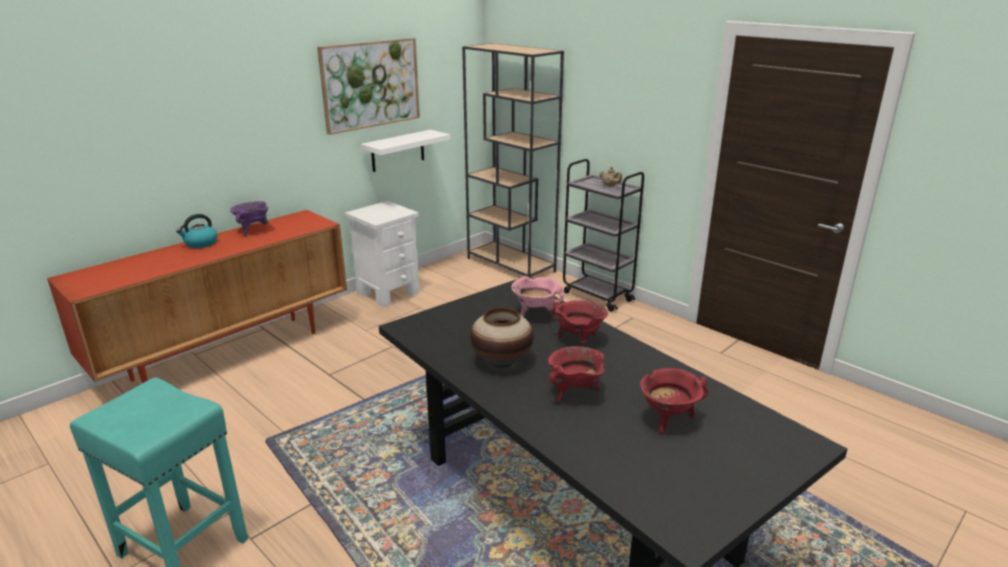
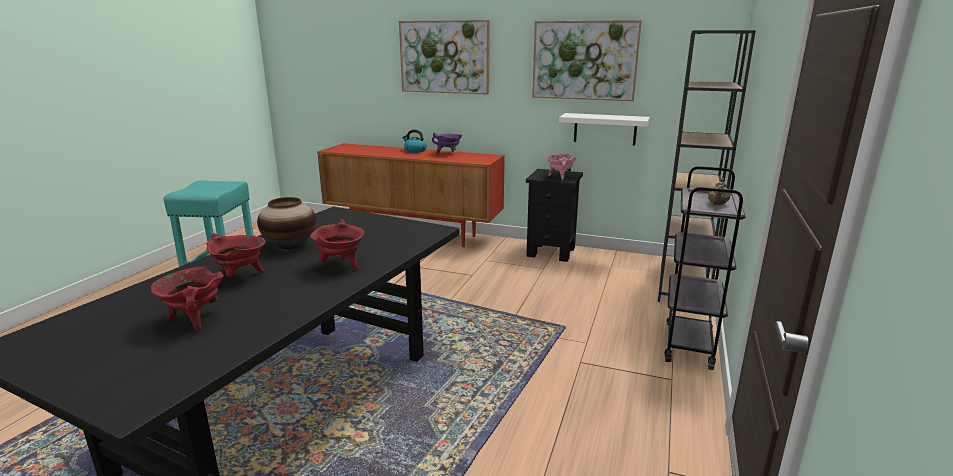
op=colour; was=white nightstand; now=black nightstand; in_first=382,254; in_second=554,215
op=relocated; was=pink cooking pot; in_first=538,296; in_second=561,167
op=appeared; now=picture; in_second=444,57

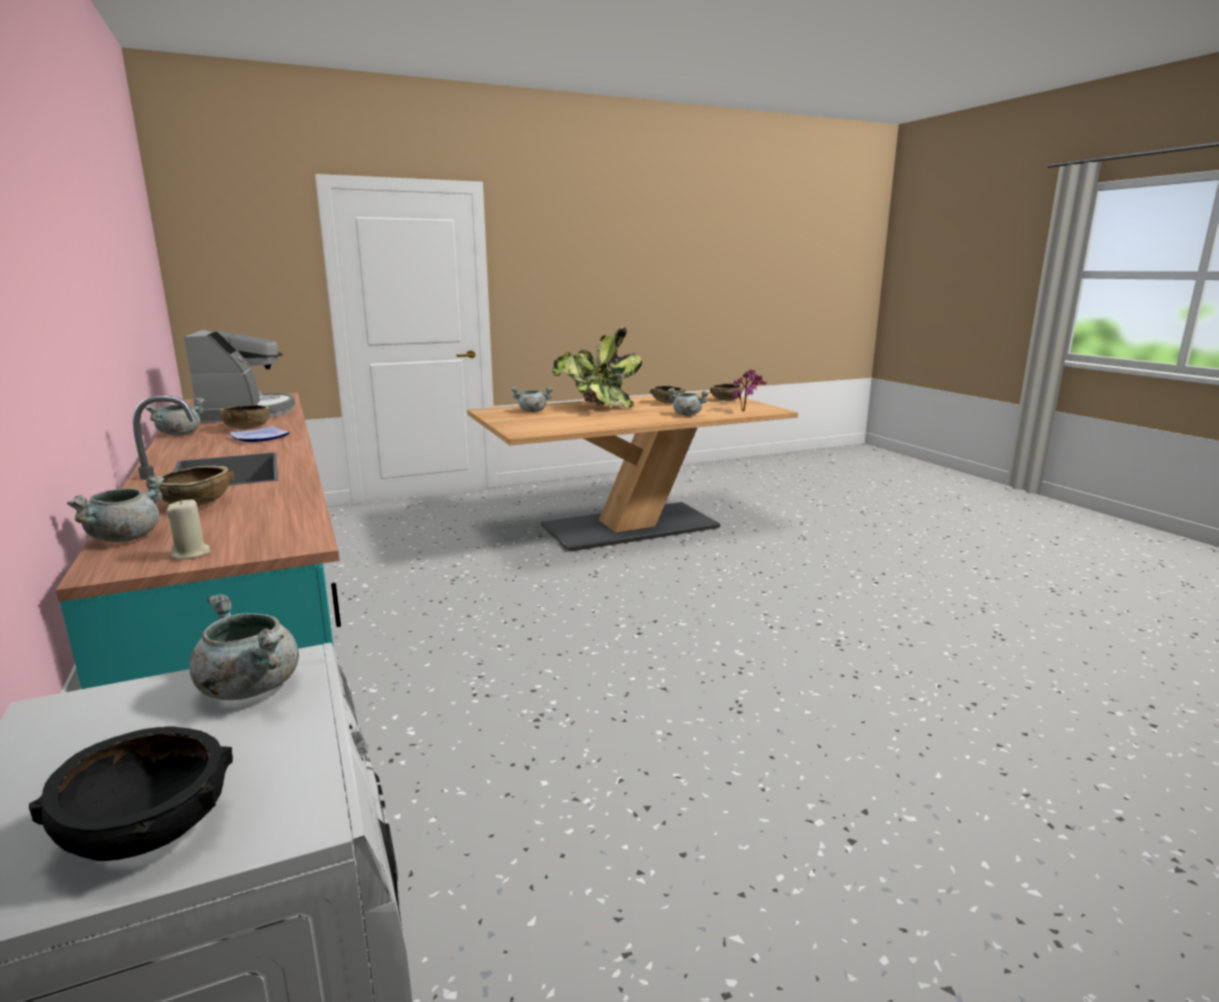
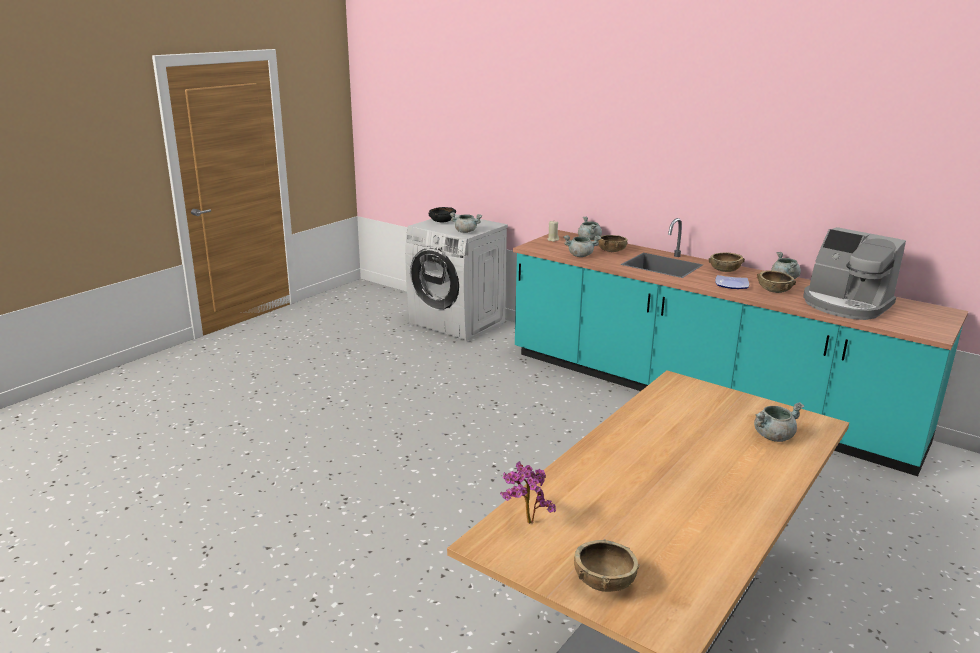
op=missing; was=potted plant; in_first=597,367
op=relocated; was=brown bowl; in_first=667,394; in_second=727,262
op=relocated; was=grey cooking pot; in_first=688,401; in_second=582,246

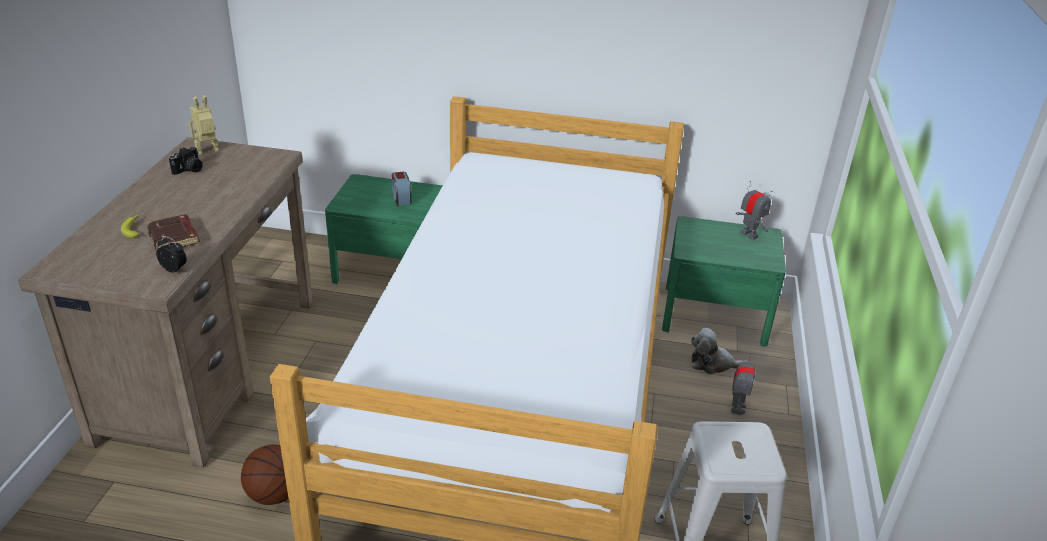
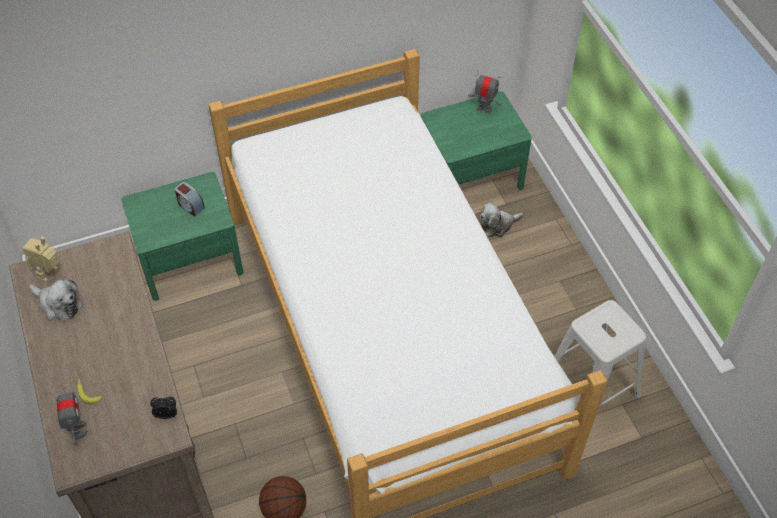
op=exchanged; was=photo camera; now=plush toy; in_first=186,161; in_second=56,299
op=missing; was=brown book; in_first=173,232
op=relocated; was=toy robot; in_first=743,384; in_second=72,414

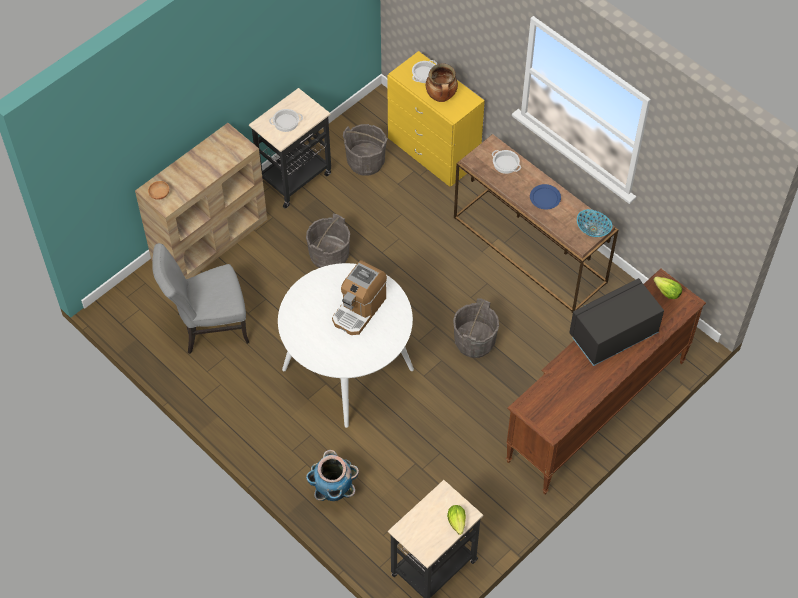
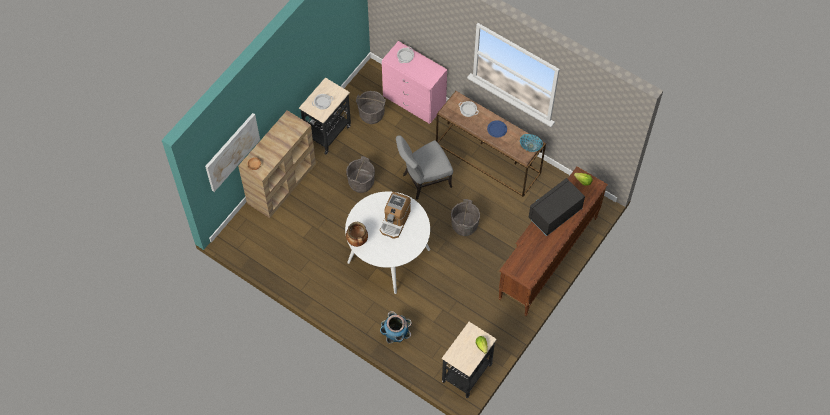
op=colour; was=yellow dresser; now=pink dresser; in_first=436,119; in_second=414,82
op=relocated; was=cooking pot; in_first=442,83; in_second=357,234
op=relocated; was=grey chair; in_first=200,298; in_second=424,167
op=appeared; now=picture; in_second=232,152

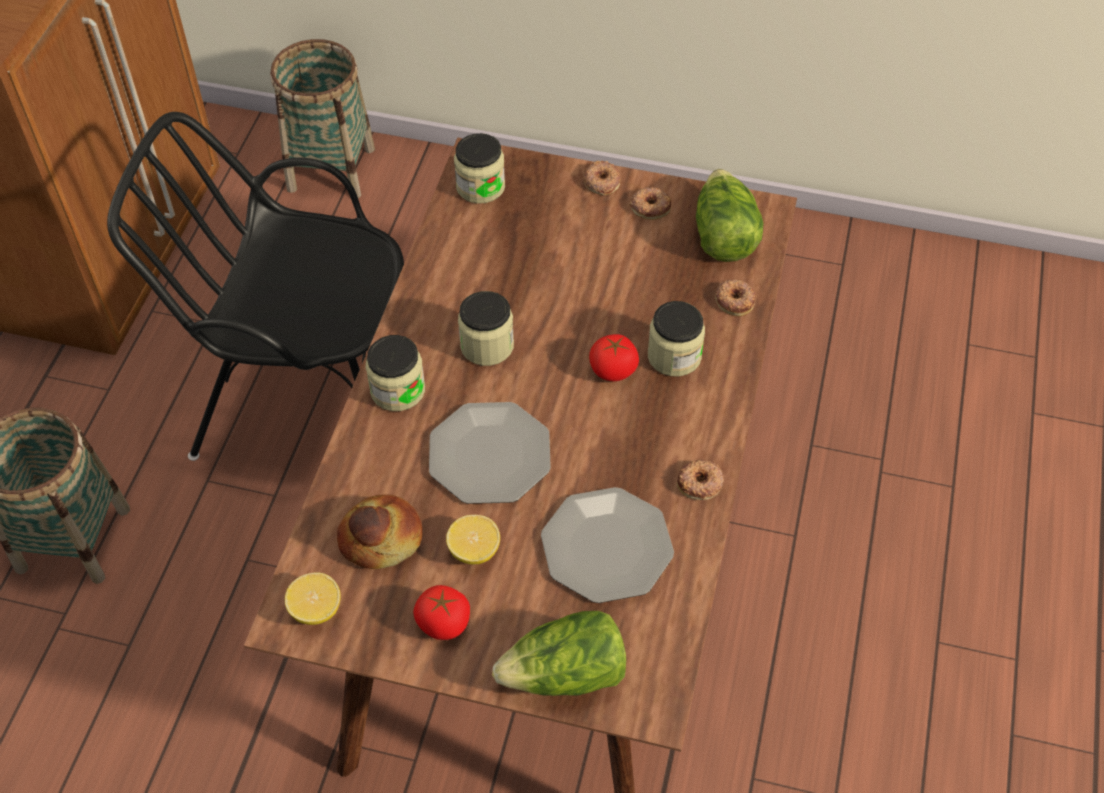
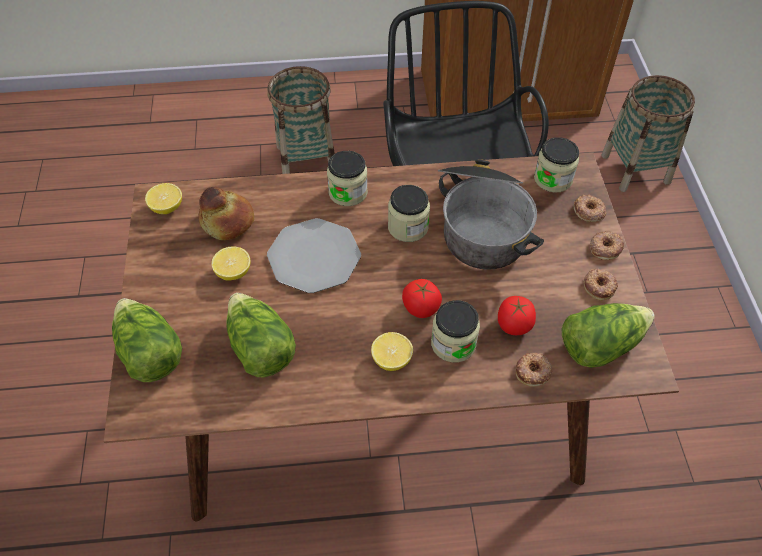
op=relocated; was=donut; in_first=700,479; in_second=590,208
op=exchanged; was=plate; now=lettuce; in_first=607,545; in_second=261,335
op=relocated; was=tomato; in_first=441,612; in_second=517,315
op=appeared; now=cooking pot; in_second=491,214
op=appeared; now=lemon; in_second=392,351

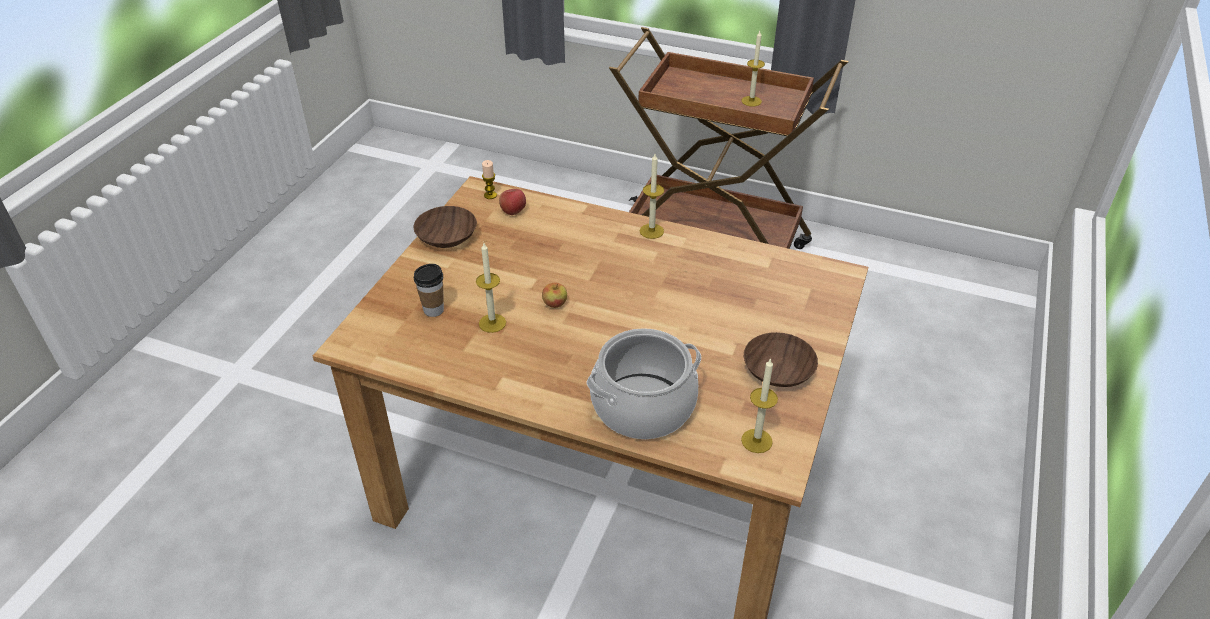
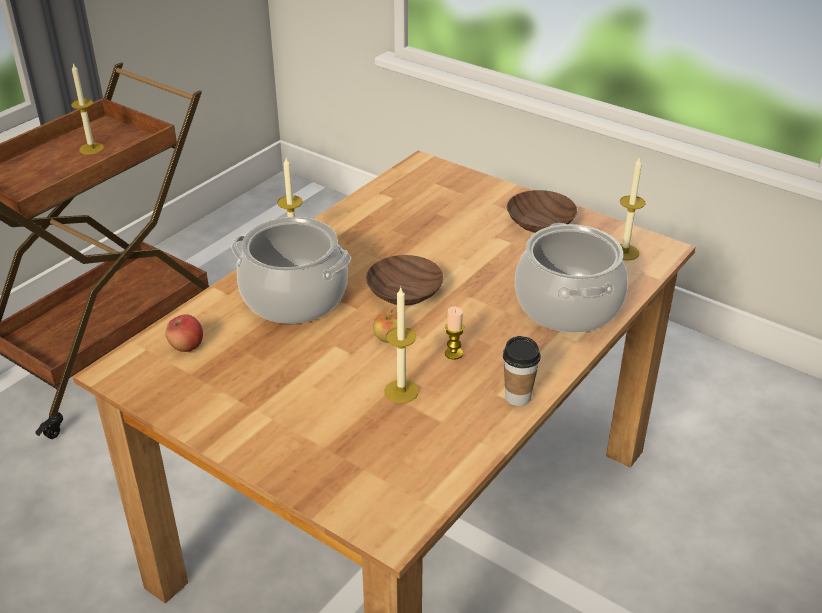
op=relocated; was=candle; in_first=489,179; in_second=454,333
op=relocated; was=brown bowl; in_first=445,227; in_second=404,280
op=relocated; was=cup; in_first=429,290; in_second=522,371
op=appeared; now=cooking pot; in_second=291,270

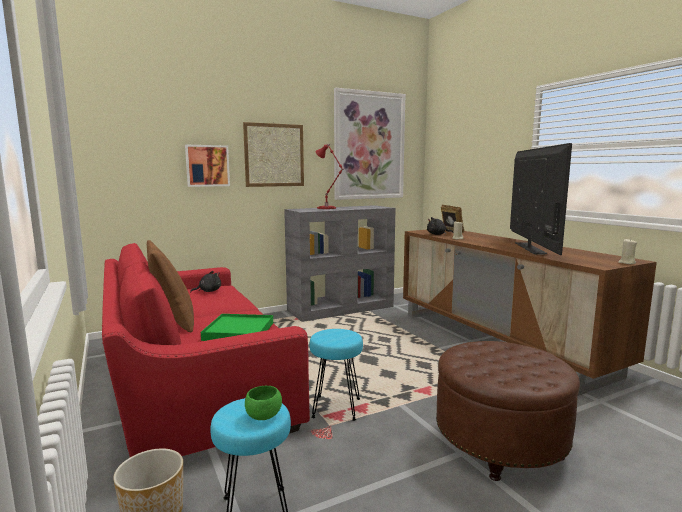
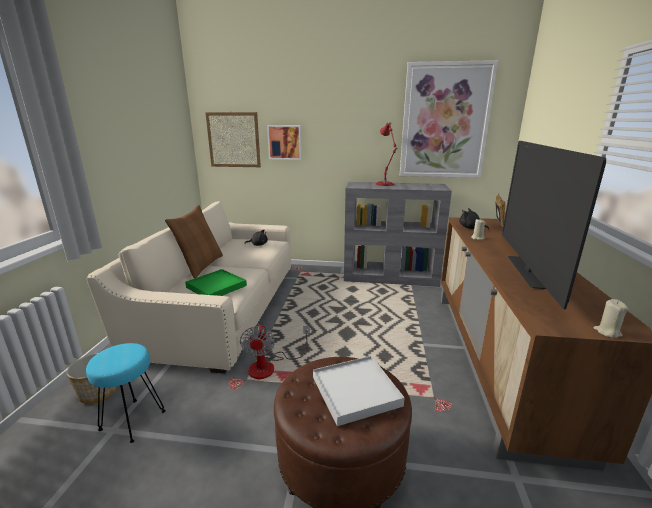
op=relocated; was=picture; in_first=273,154; in_second=233,139
op=spun; was=television; in_first=541,199; in_second=554,225; clockwise=150
op=colour; was=red sofa; now=beige sofa; in_first=206,350; in_second=189,287
op=exchanged; was=turquoise stool; now=fan; in_first=336,375; in_second=275,351
op=missing; was=green bowl; in_first=263,403
op=appeared; now=white tray; in_second=359,391

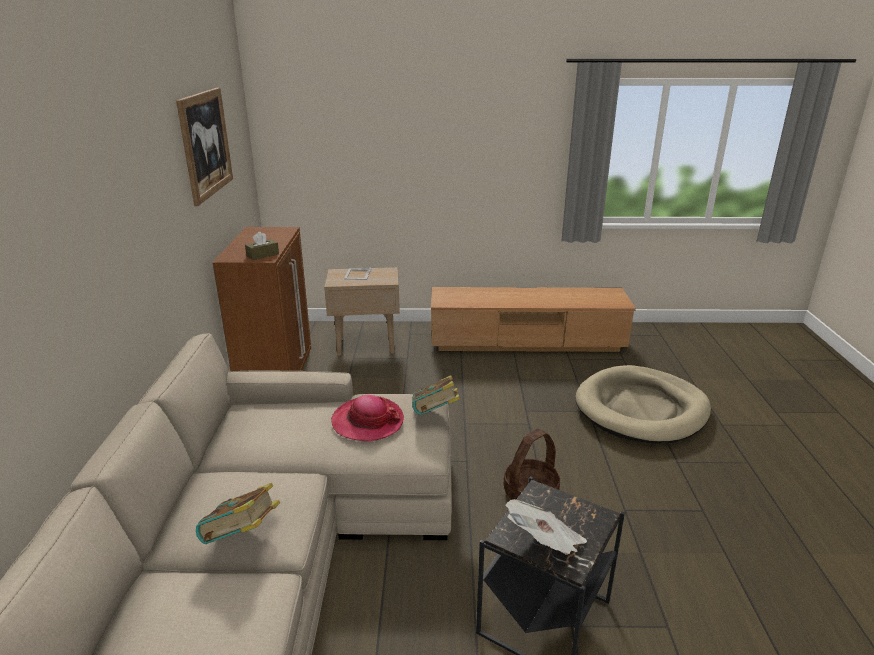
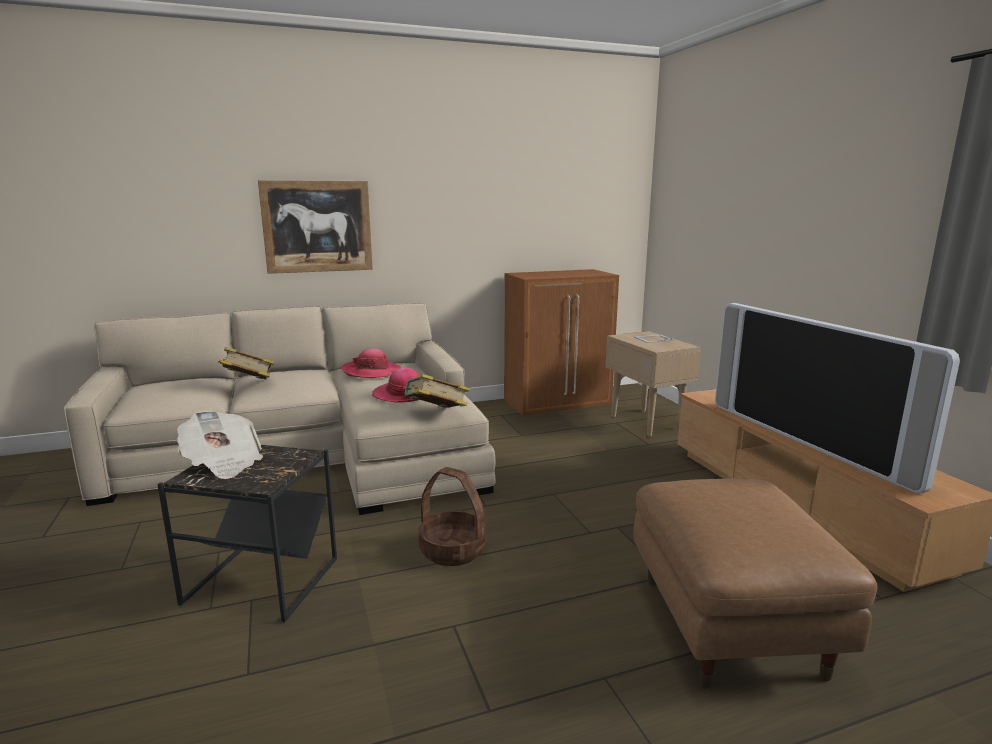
op=relocated; was=picture; in_first=204,147; in_second=315,227
op=missing; was=brown tissue box; in_first=262,246
op=exchanged; was=beige dog bed; now=brown ottoman; in_first=643,404; in_second=755,584
op=appeared; now=television; in_second=837,398
op=appeared; now=hat; in_second=371,363

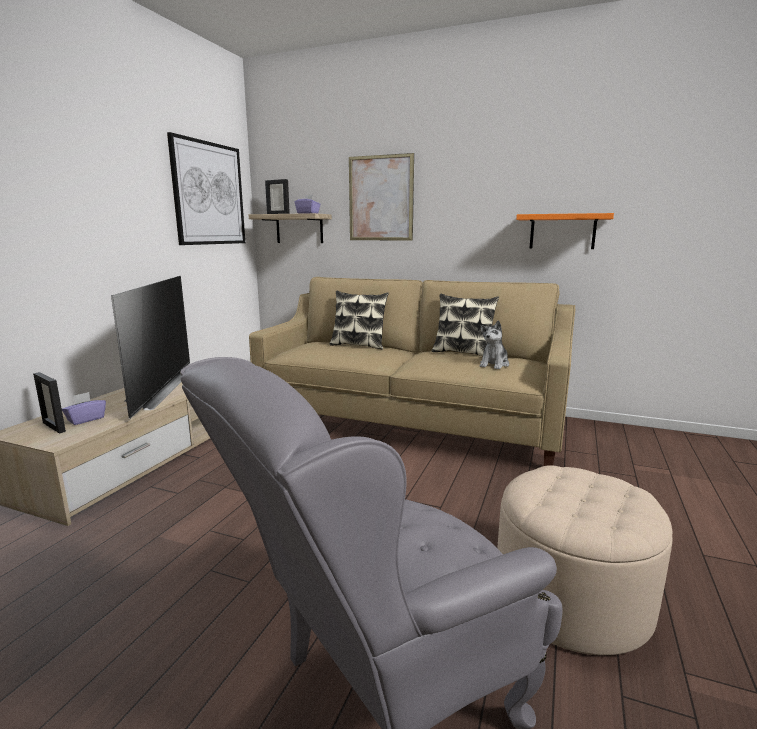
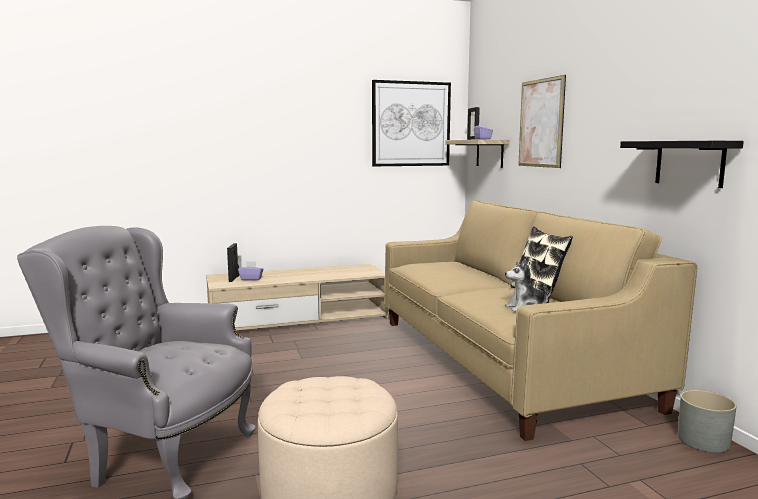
op=colour; was=orange shelf; now=black shelf; in_first=565,231; in_second=682,164
op=missing; was=television; in_first=150,347
op=missing; was=pillow; in_first=358,320
op=appeared; now=grey planter; in_second=707,421

